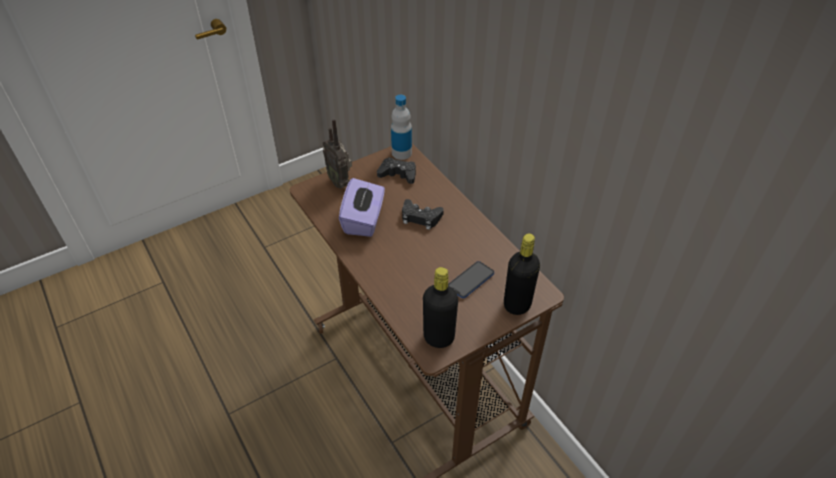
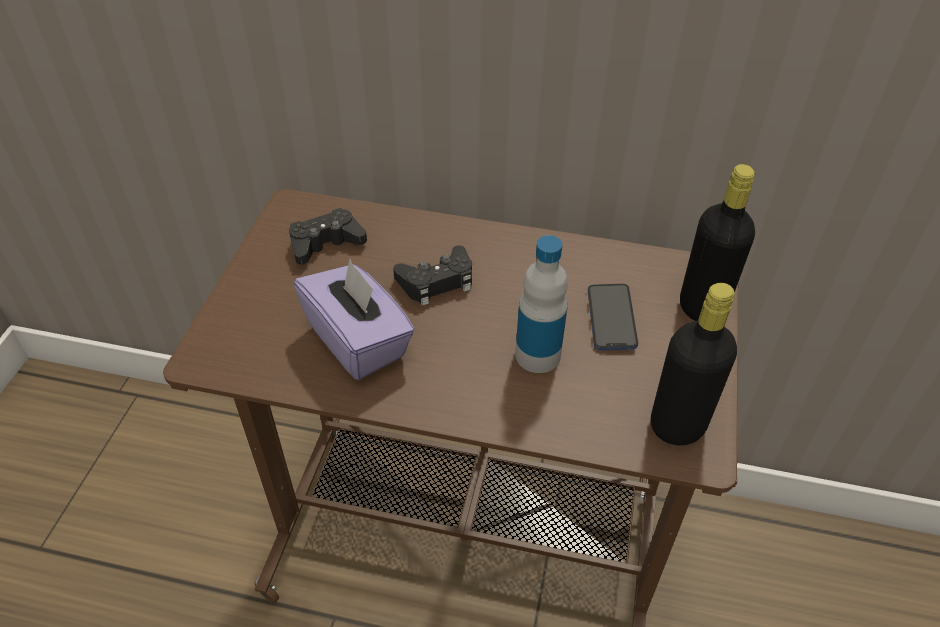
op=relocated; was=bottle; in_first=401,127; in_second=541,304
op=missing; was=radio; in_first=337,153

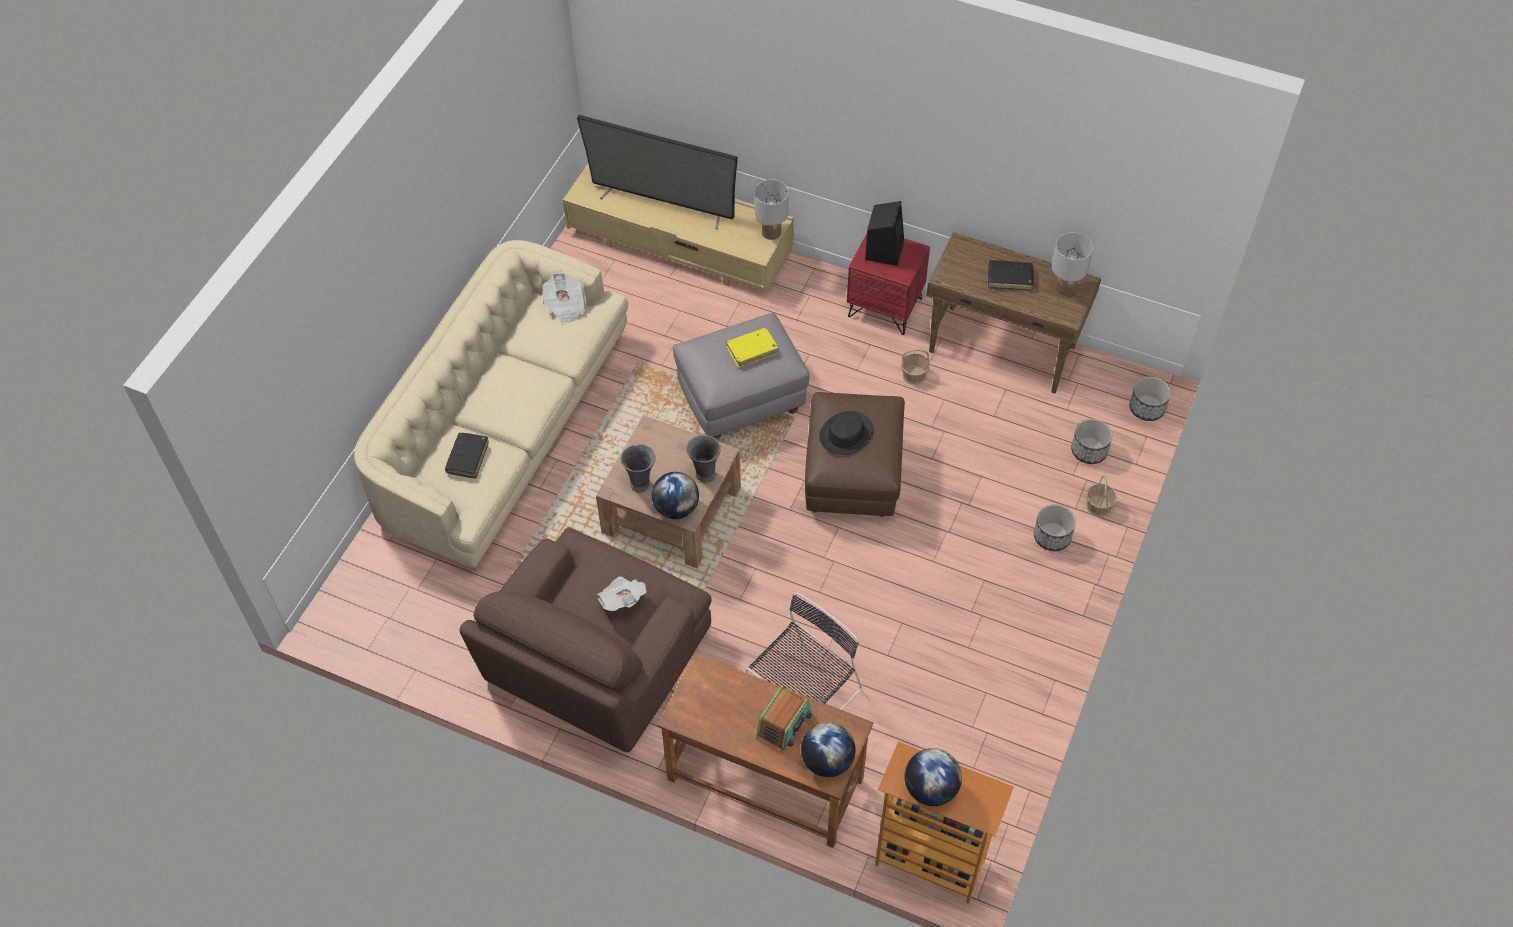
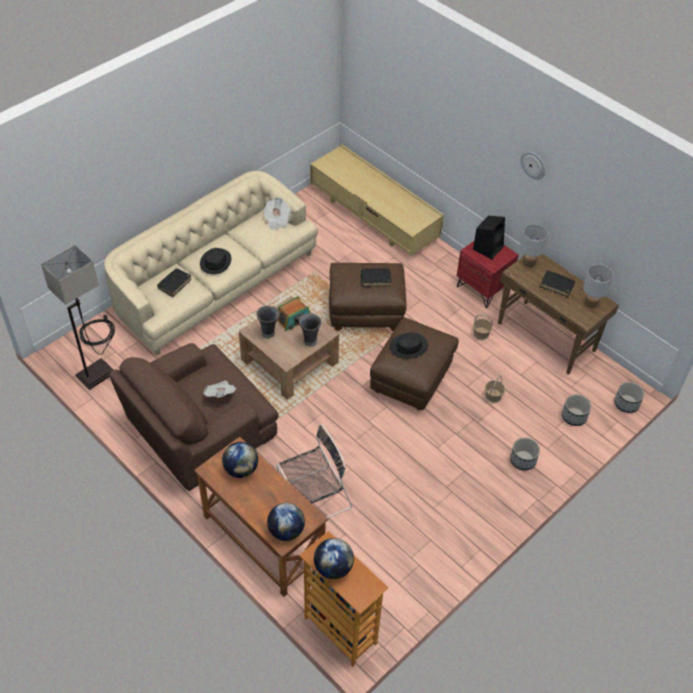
op=missing; was=television; in_first=657,172
op=relocated; was=grey table lamp; in_first=771,209; in_second=534,245
op=colour; was=grey ottoman; now=brown ottoman; in_first=741,376; in_second=368,297
op=colour; was=yellow book; now=black book; in_first=752,348; in_second=376,277
op=relocated; was=globe; in_first=675,495; in_second=240,460
op=relocated; was=basket; in_first=1101,496; in_second=495,389
op=relocated; was=radio; in_first=784,718; in_second=293,313
op=appeared; now=wall clock; in_second=533,165
op=appeared; now=floor lamp; in_second=78,317
op=appeared; now=black hat; in_second=215,261

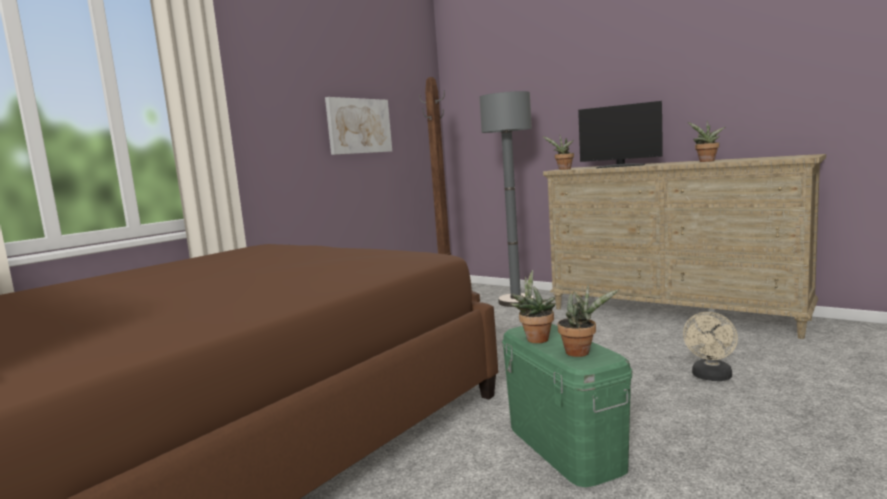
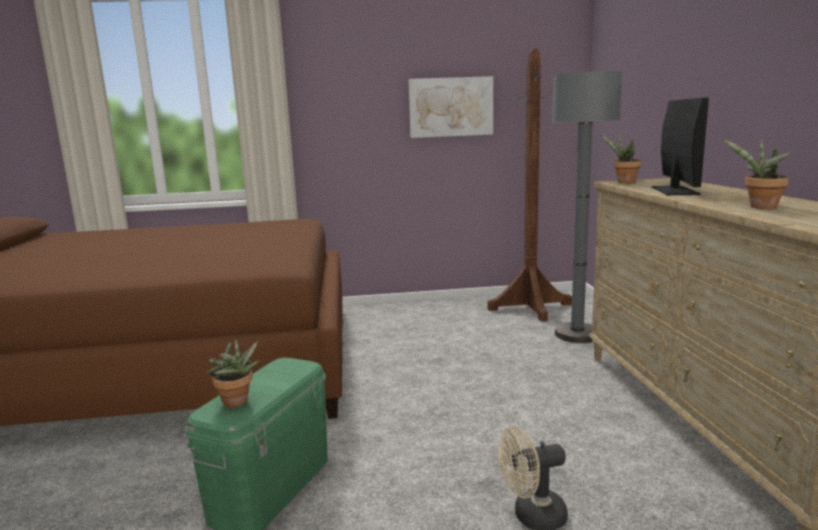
op=spun; was=monitor; in_first=620,134; in_second=680,146; clockwise=-150
op=missing; was=potted plant; in_first=533,306

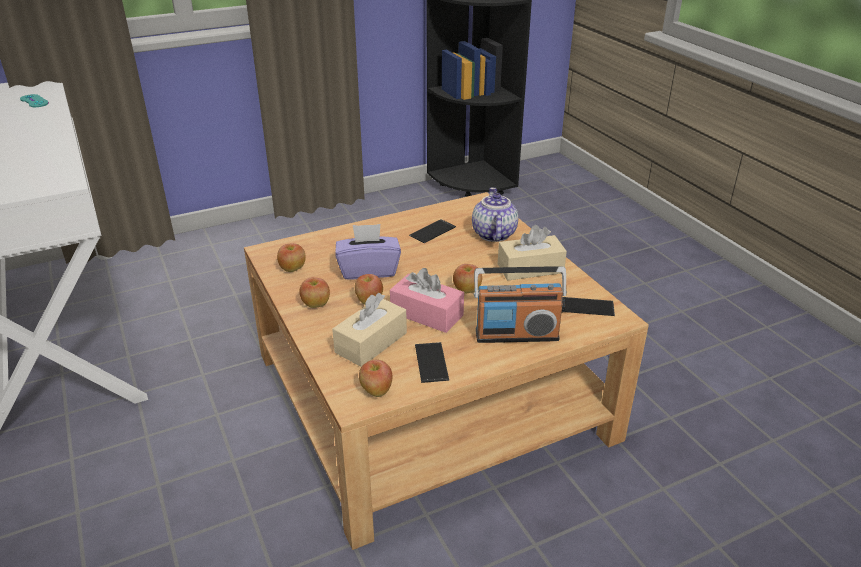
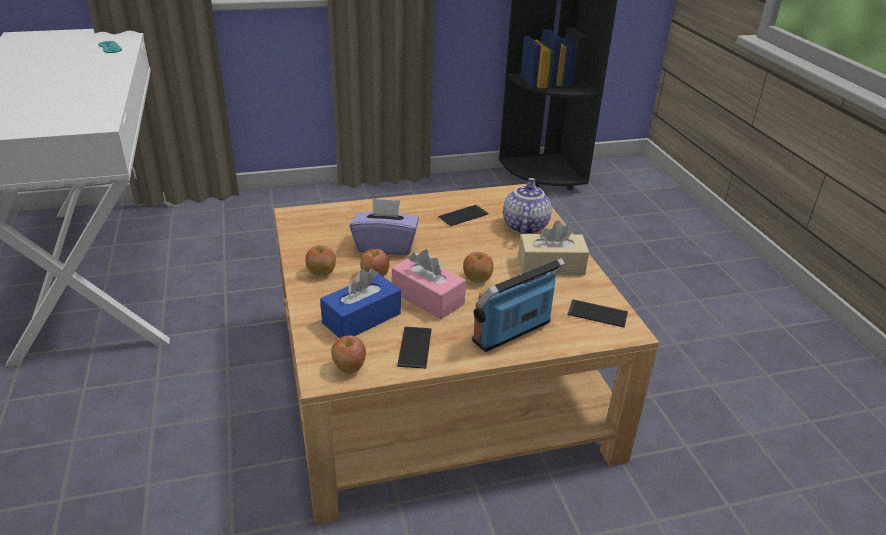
op=missing; was=apple; in_first=291,257
op=spun; was=radio; in_first=520,304; in_second=518,305; clockwise=135
op=colour; was=beige tissue box; now=blue tissue box; in_first=369,330; in_second=360,303

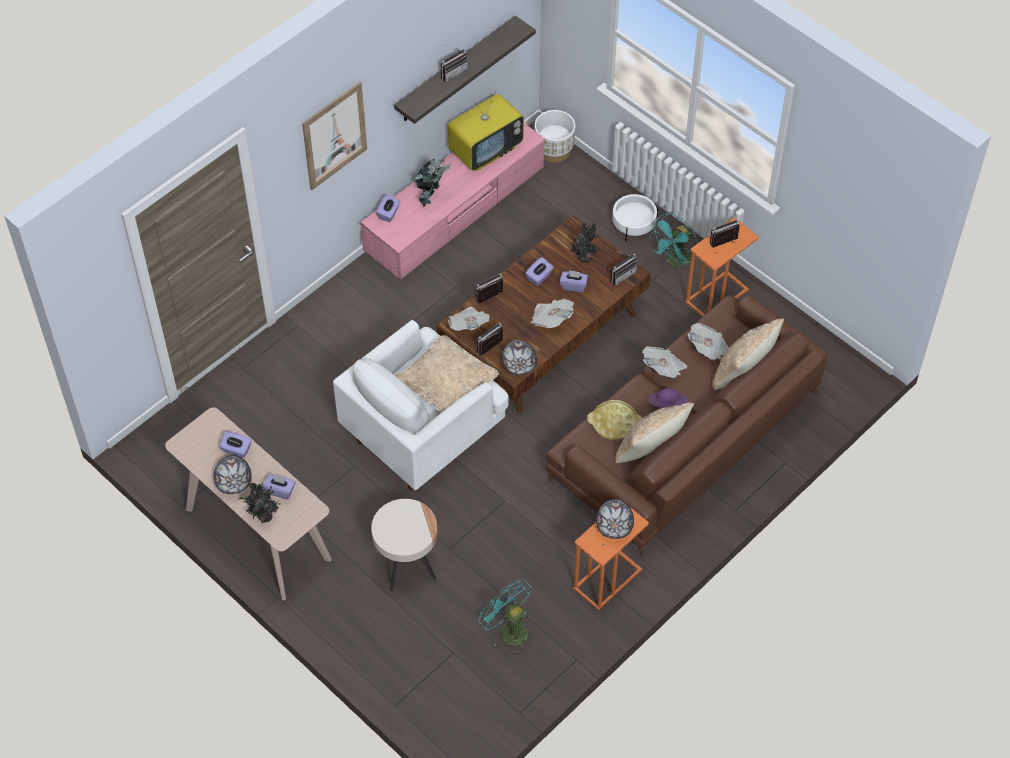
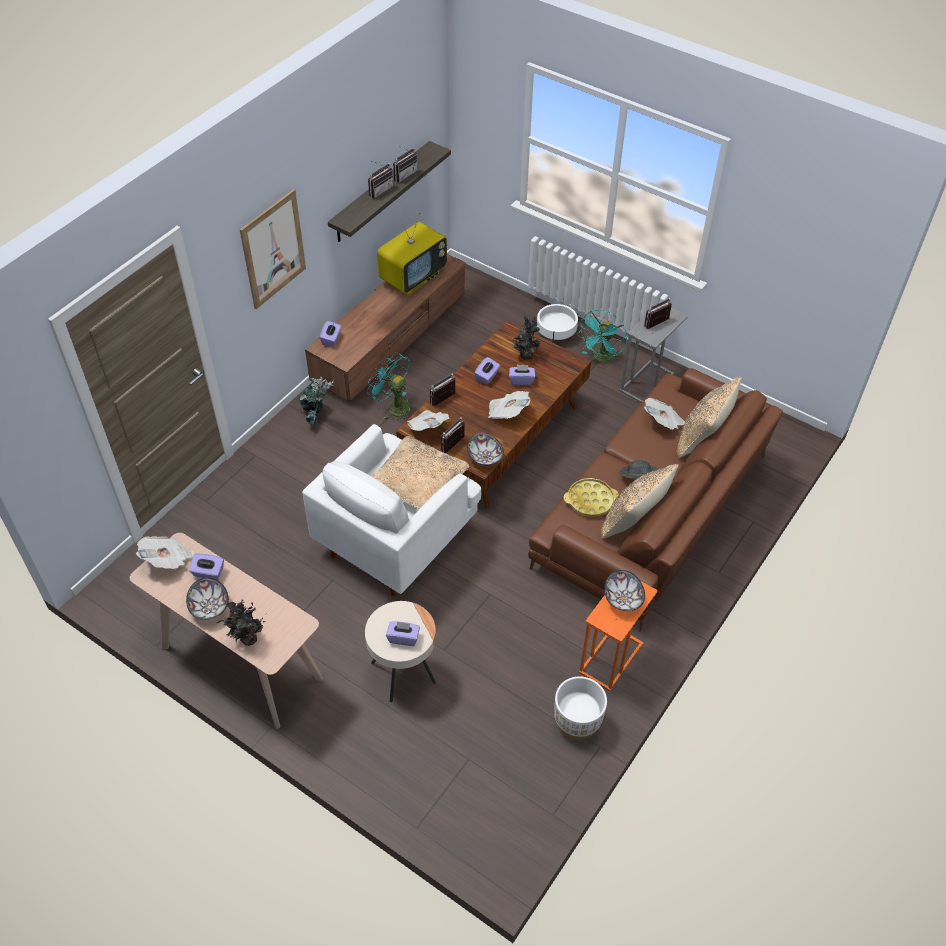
op=relocated; was=white planter; in_first=555,136; in_second=580,708
op=colour; was=pink tv stand; now=brown tv stand; in_first=452,201; in_second=385,327
op=relocated; was=potted plant; in_first=433,183; in_second=316,401
op=colour; was=orange side table; now=grey side table; in_first=722,267; in_second=654,352
op=relocated; was=radio; in_first=623,268; in_second=405,164
op=relocated; was=newspaper; in_first=664,362; in_second=165,553
op=colour; was=purple hat; now=grey hat; in_first=668,398; in_second=639,469
op=relocated; was=purple tissue box; in_first=279,486; in_second=403,633
op=relocated; was=turquoise fan; in_first=505,616; in_second=389,387

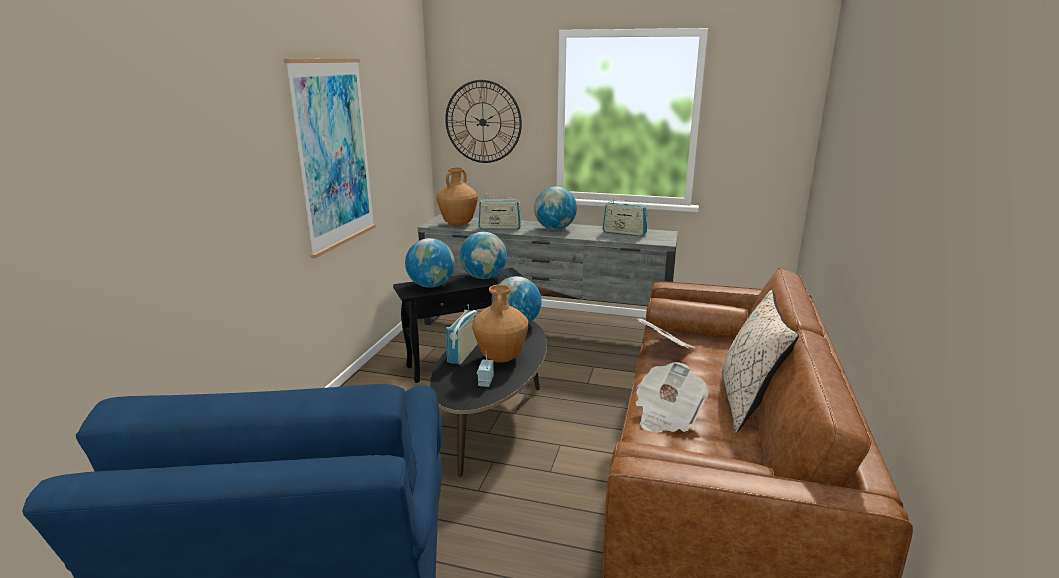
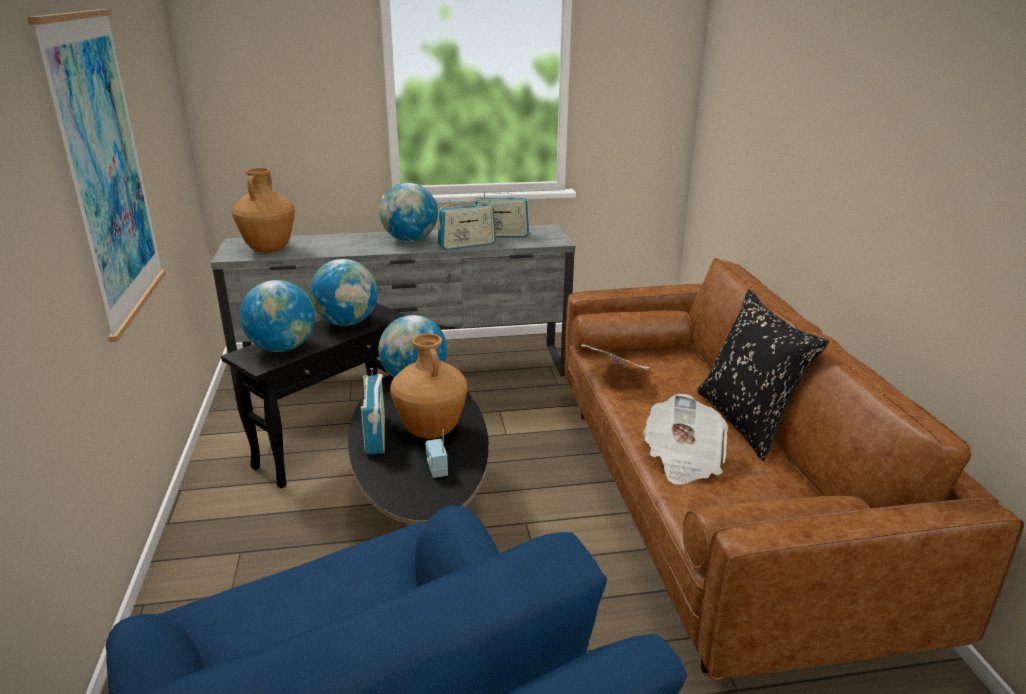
op=missing; was=wall clock; in_first=483,121
op=relocated; was=radio; in_first=499,211; in_second=467,224
op=colour; was=beige pillow; now=black pillow; in_first=760,361; in_second=763,375

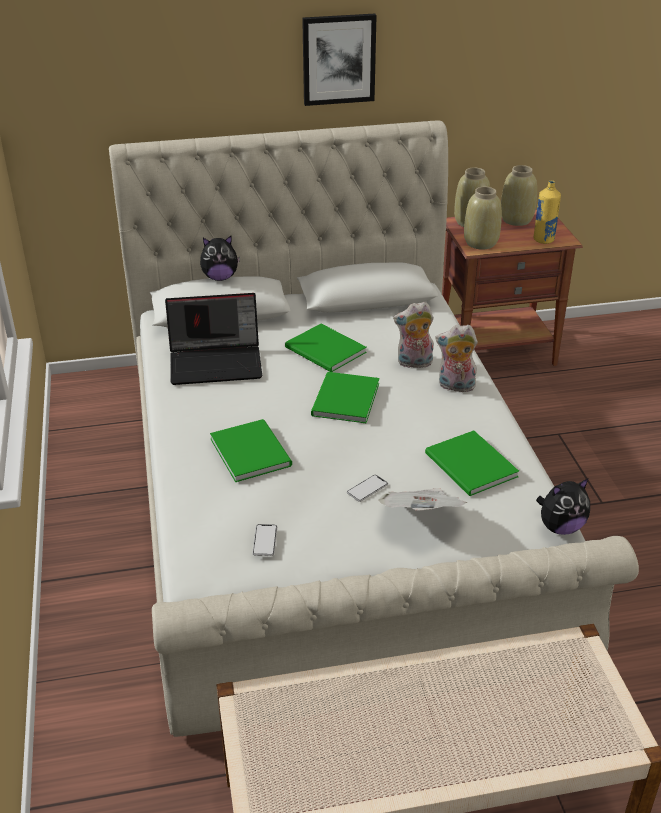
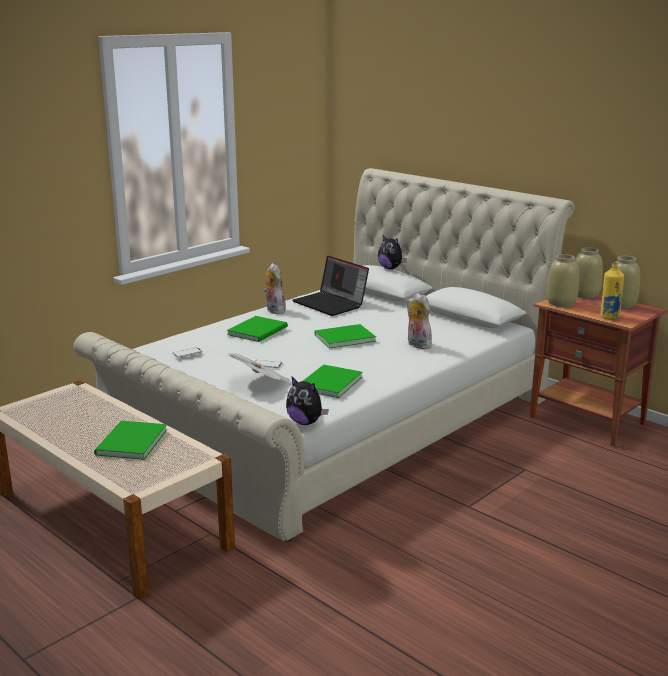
op=missing; was=picture; in_first=339,59
op=relocated; was=green book; in_first=326,348; in_second=130,440
op=relocated; was=plush toy; in_first=456,358; in_second=275,288

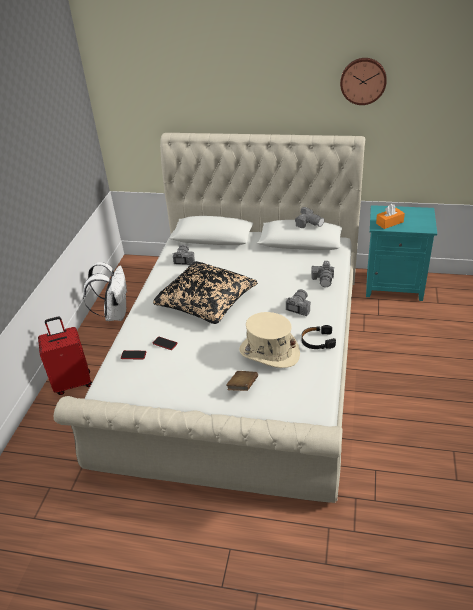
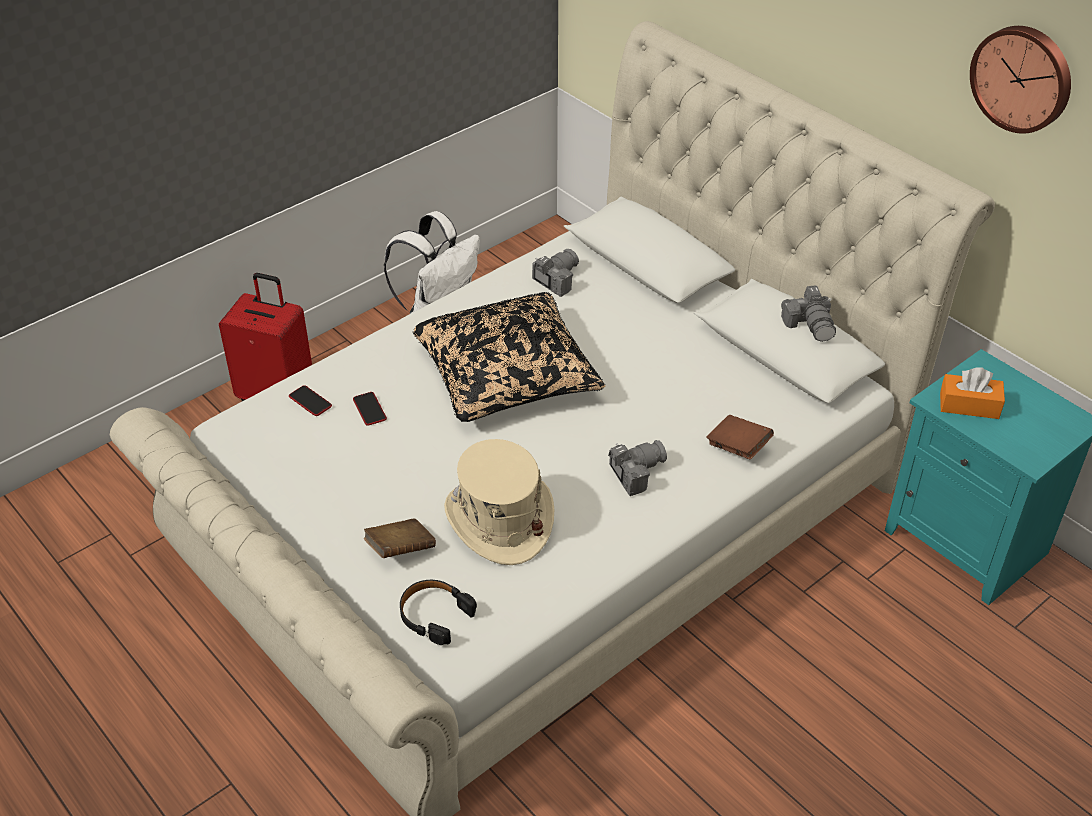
op=exchanged; was=photo camera; now=brown book; in_first=323,274; in_second=740,437
op=relocated; was=black headphones; in_first=318,337; in_second=438,612

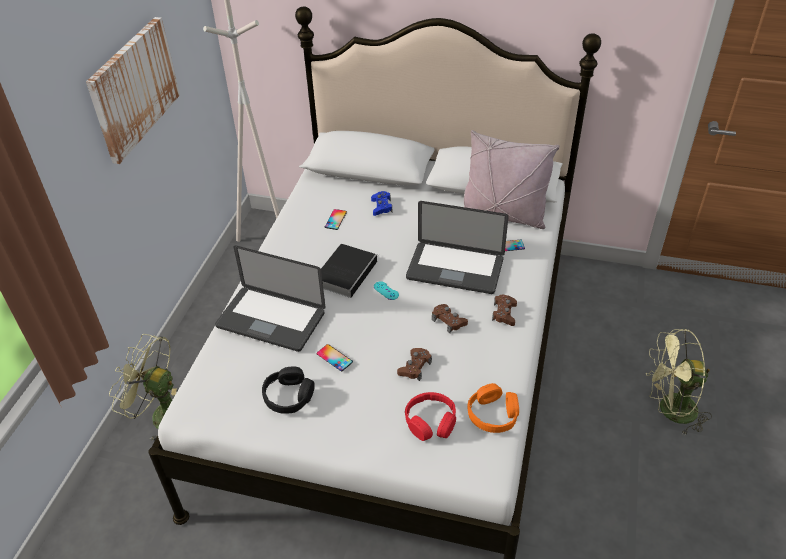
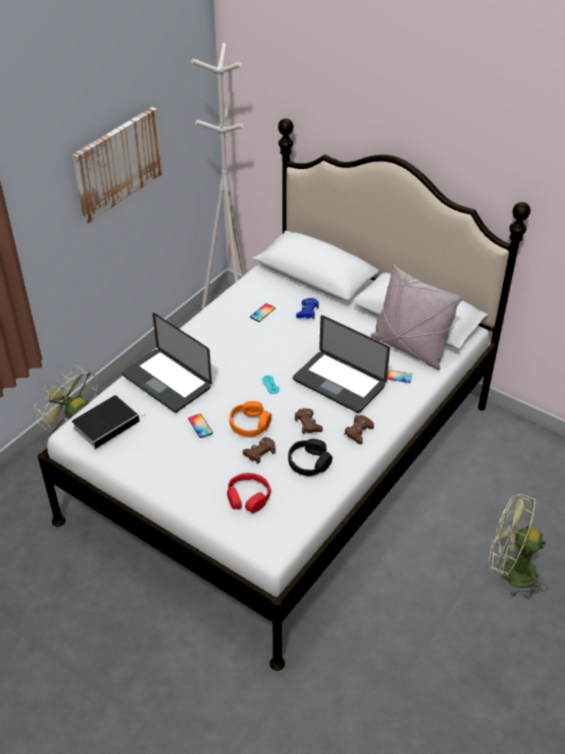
op=relocated; was=book; in_first=350,271; in_second=108,422
op=relocated; was=black headphones; in_first=288,390; in_second=310,457
op=relocated; was=orange headphones; in_first=493,408; in_second=250,419

